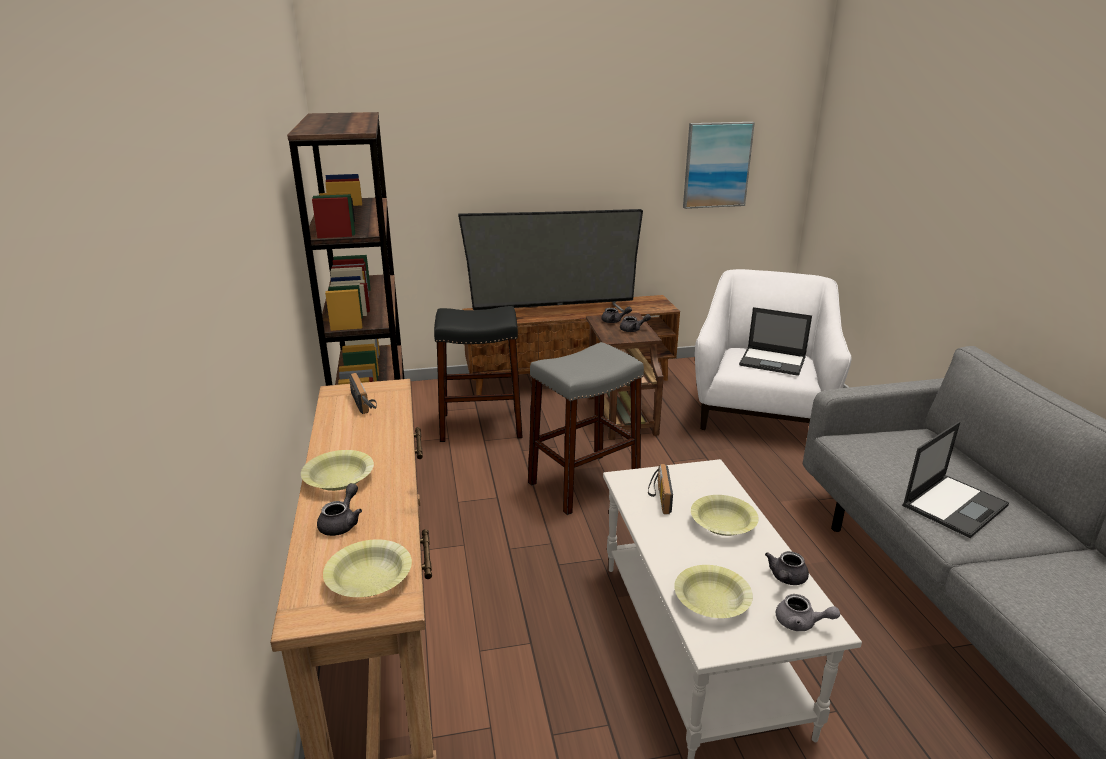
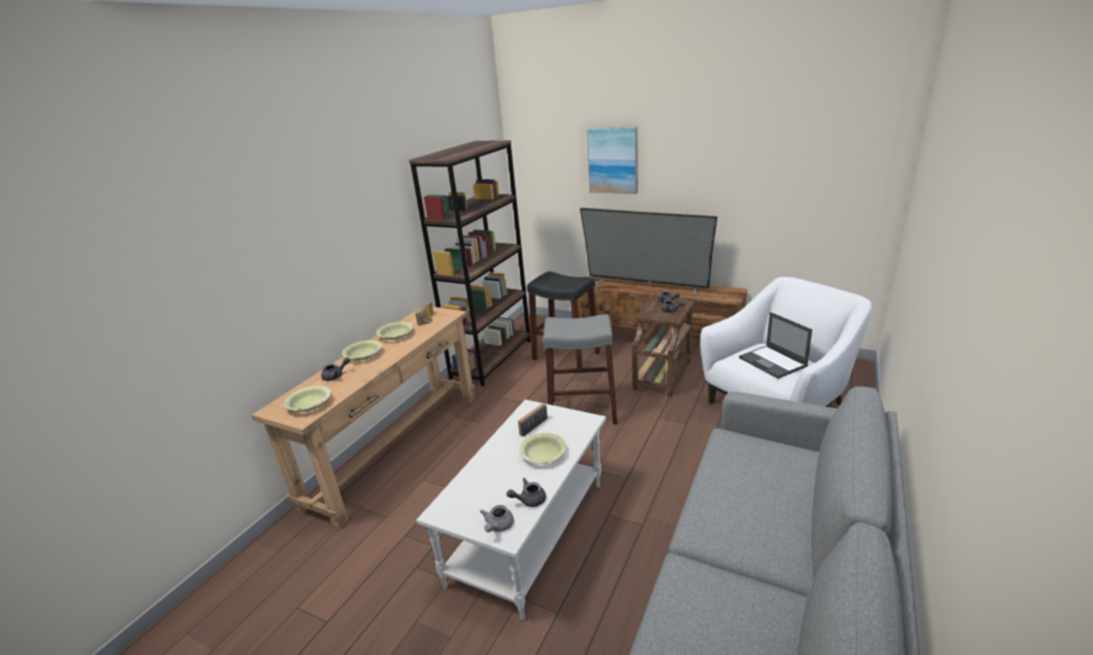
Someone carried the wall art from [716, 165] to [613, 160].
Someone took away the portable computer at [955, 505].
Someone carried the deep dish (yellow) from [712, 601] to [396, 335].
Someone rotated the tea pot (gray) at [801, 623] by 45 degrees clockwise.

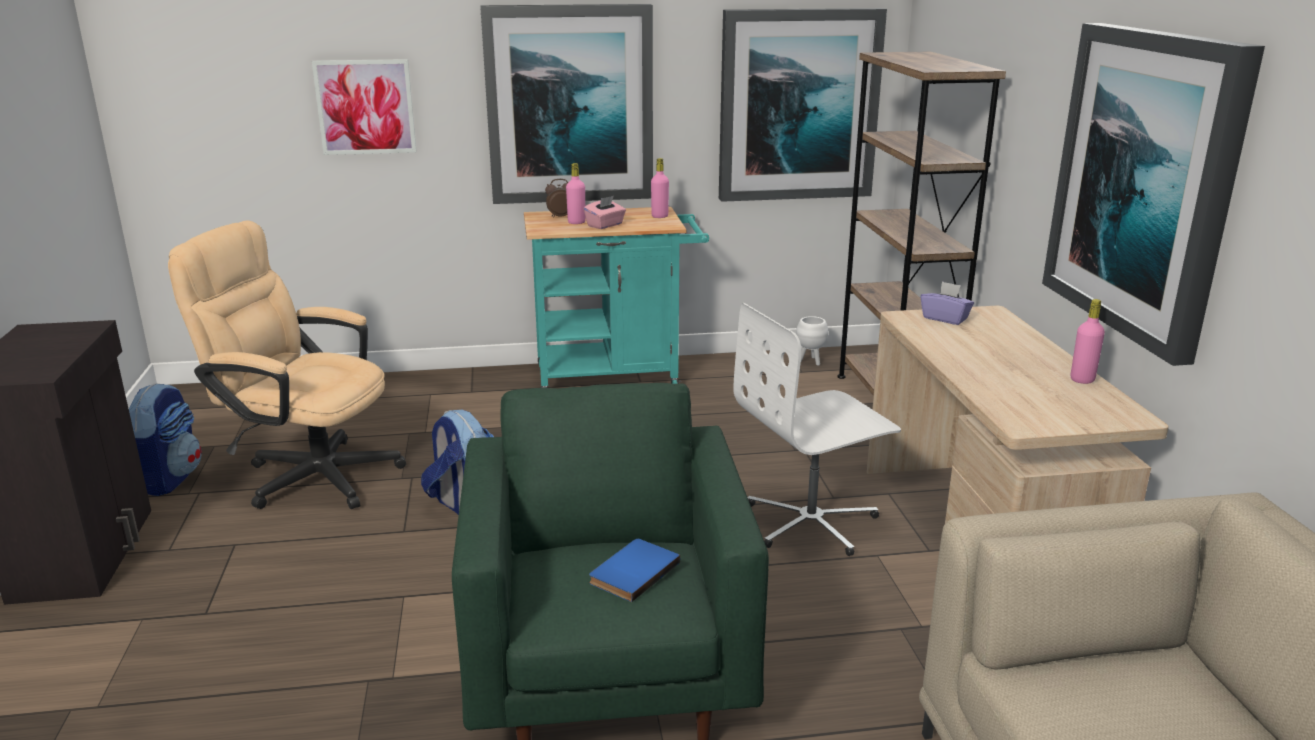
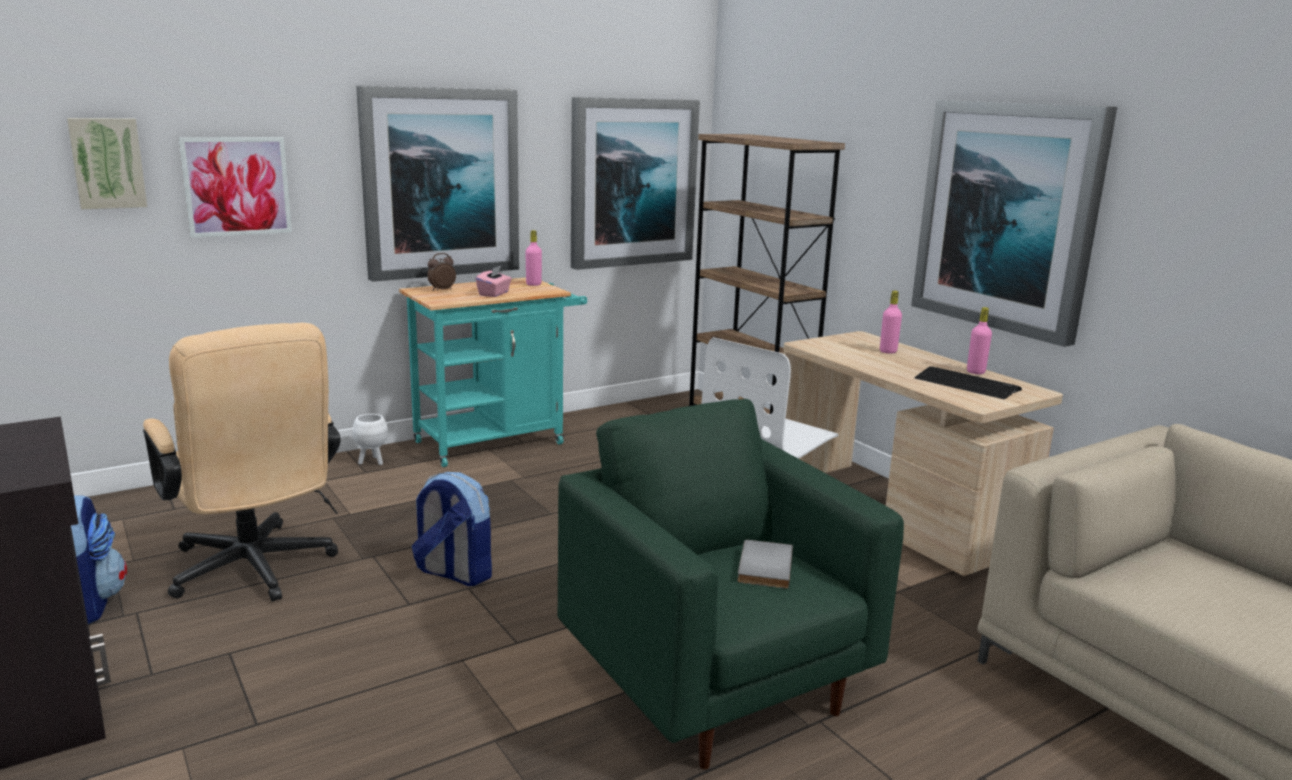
Someone carried the bottle (pinkish) from [576, 222] to [888, 351].
Someone rotated the office chair (beige) at [309, 474] by 120 degrees counterclockwise.
Someone took away the tissue holder (purple-coloured) at [945, 318].
Someone carried the flower pot (whitish) from [810, 361] to [372, 462].
Someone repainted the volume (blue) at [632, 572], which became the volume (gray) at [762, 566].
Someone put up the wall art at [107, 163].
Someone put down the computer keyboard at [966, 384].

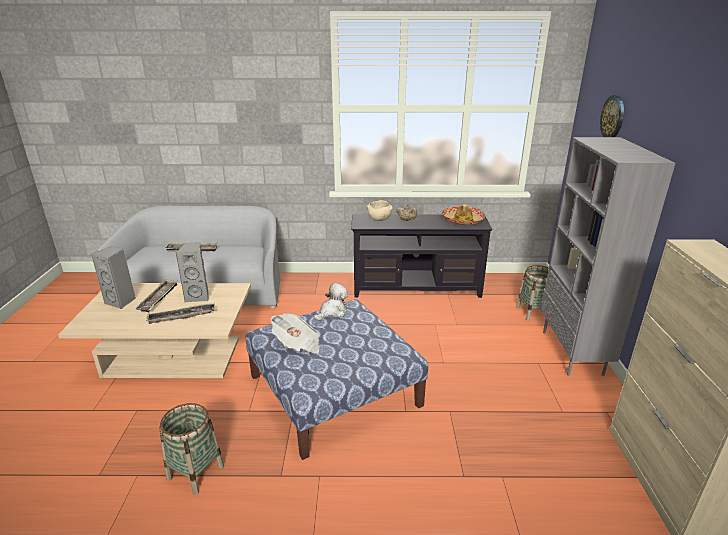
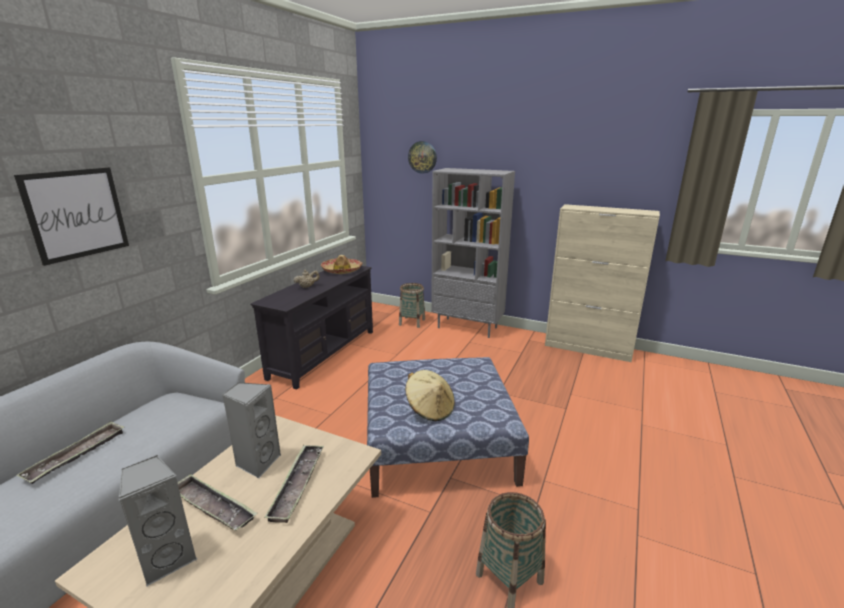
Someone took away the deep dish (beige) at [379, 219].
Someone took away the cuddly toy at [332, 312].
Someone swapped the newspaper at [297, 344] for the clothing hat (beige) at [430, 409].
Someone put up the wall art at [77, 214].

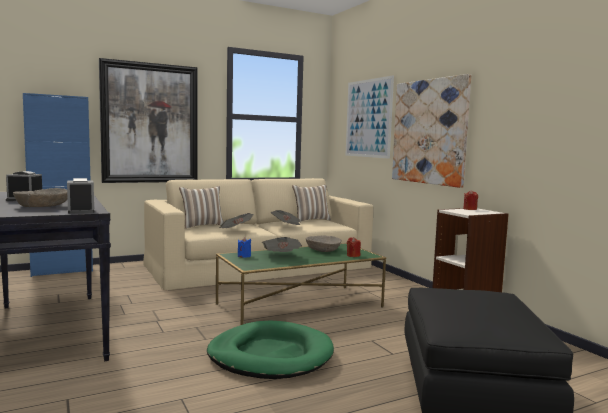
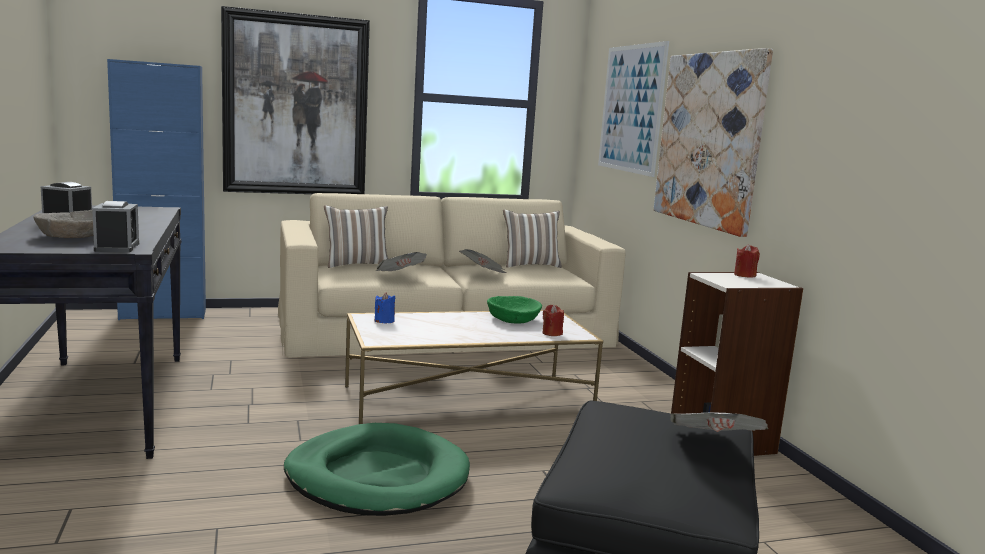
Someone repainted the deep dish (beige) at [323, 249], which became the deep dish (green-coloured) at [513, 318].
Someone carried the newspaper from [282, 256] to [713, 447].
Someone repainted the coffee table (green-coloured) at [300, 305], which became the coffee table (whitish) at [467, 401].

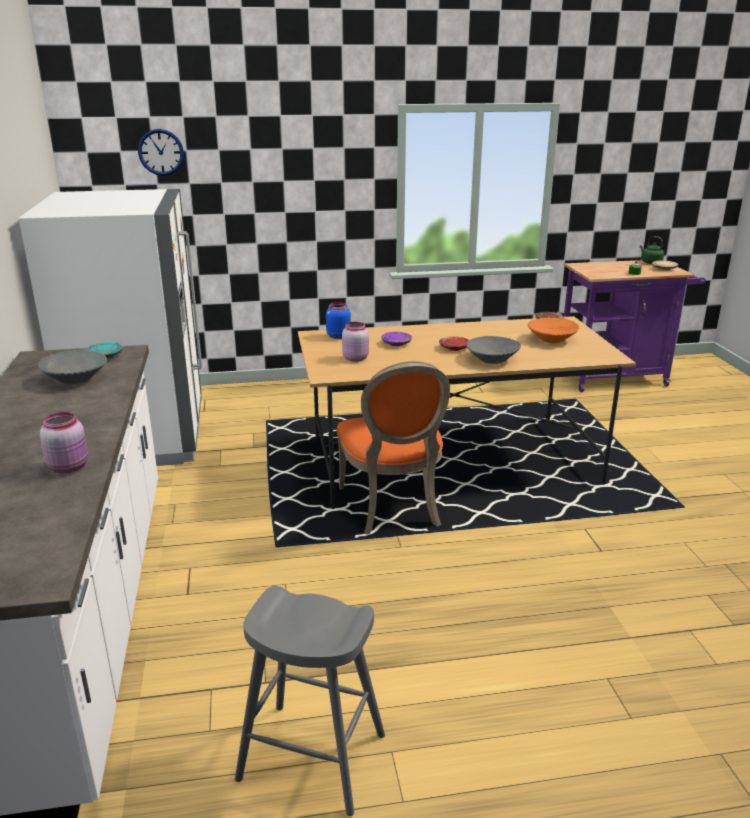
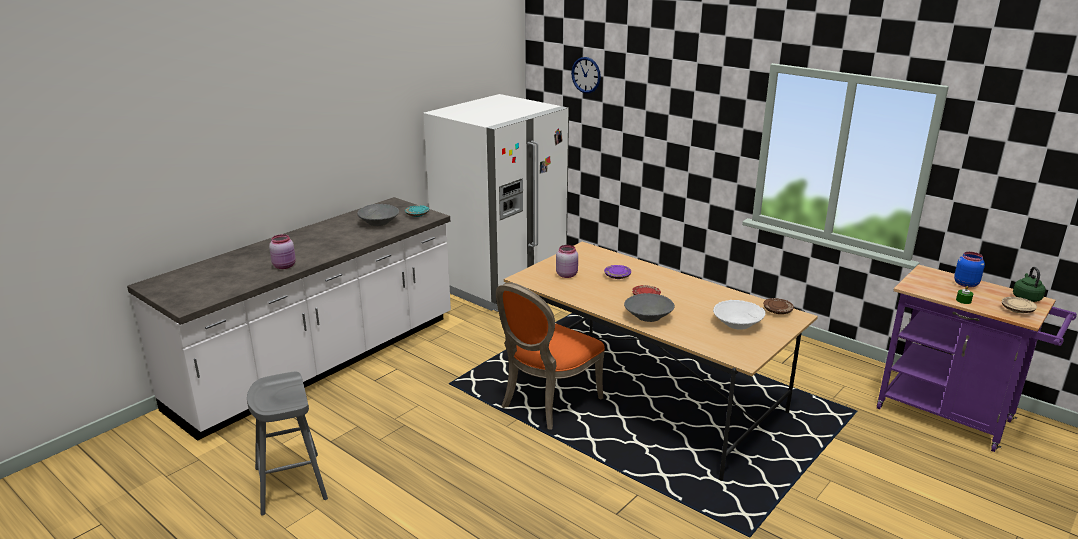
Someone carried the storage jar (blue) from [338, 336] to [965, 284].
Someone repainted the deep dish (orange-coloured) at [552, 339], which became the deep dish (whitish) at [737, 324].

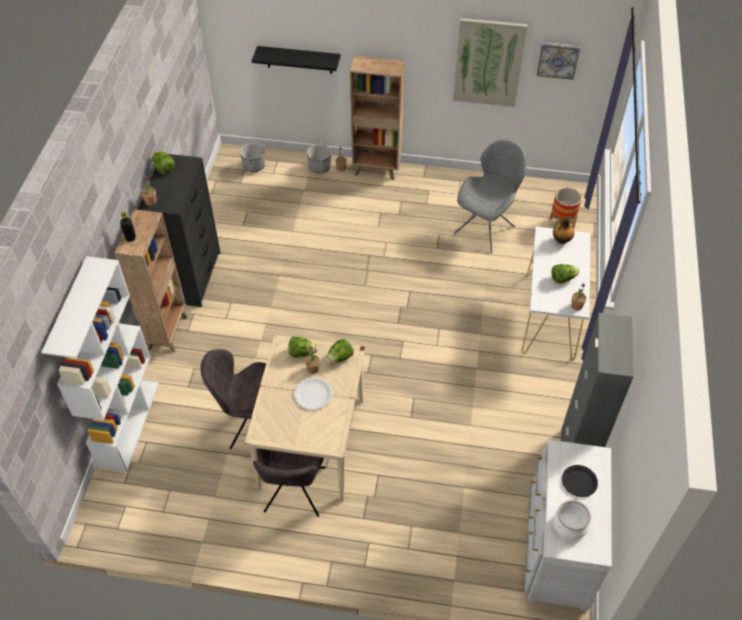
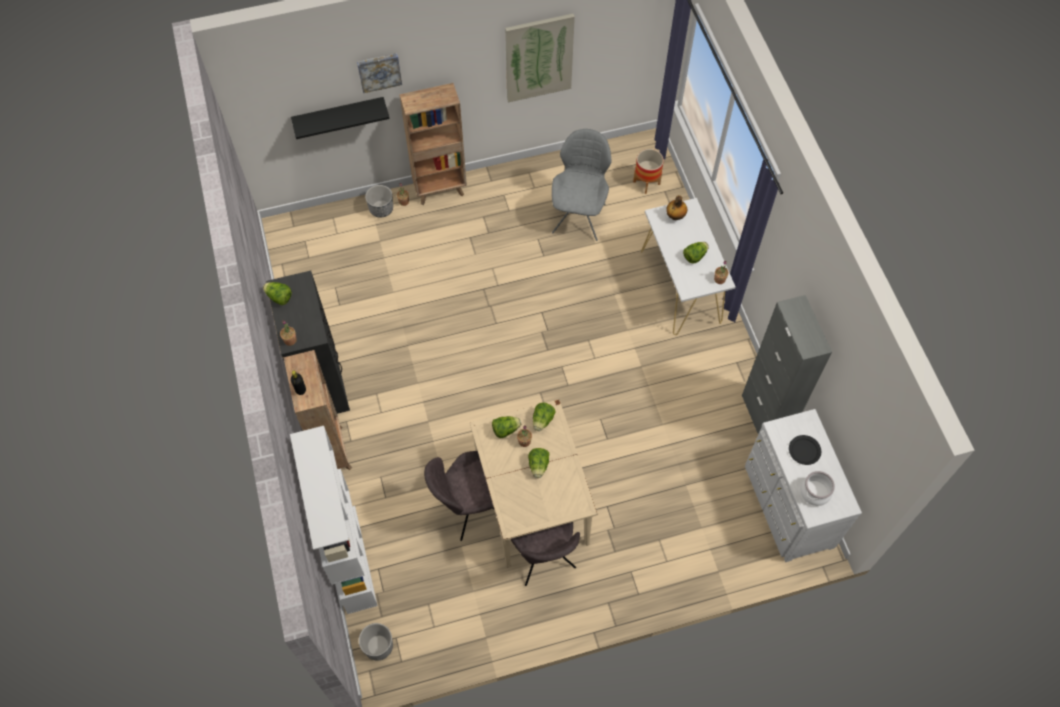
Someone carried the wall art from [558, 59] to [379, 71].
Someone carried the flower pot from [254, 166] to [378, 646].
Someone swapped the dinner plate (whitish) at [313, 394] for the lettuce at [538, 466].

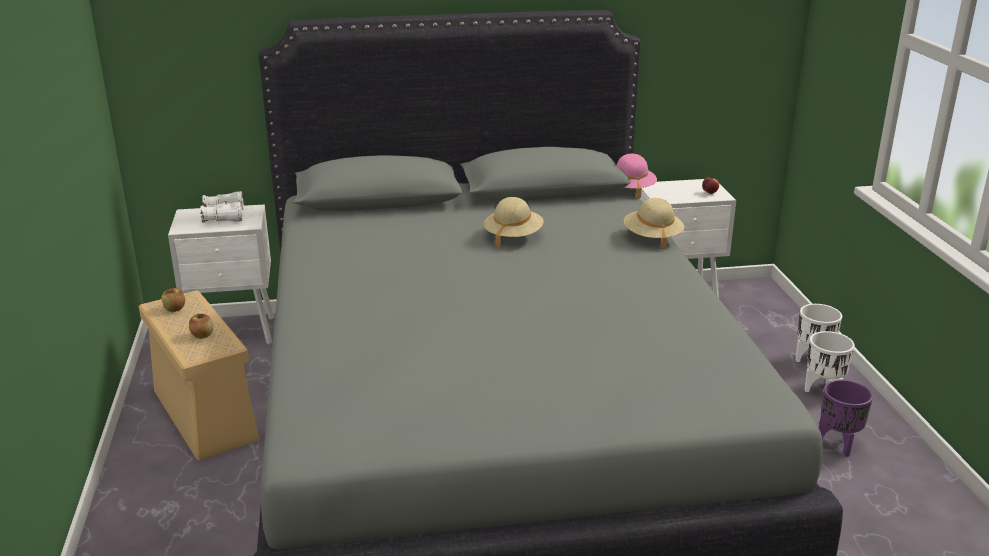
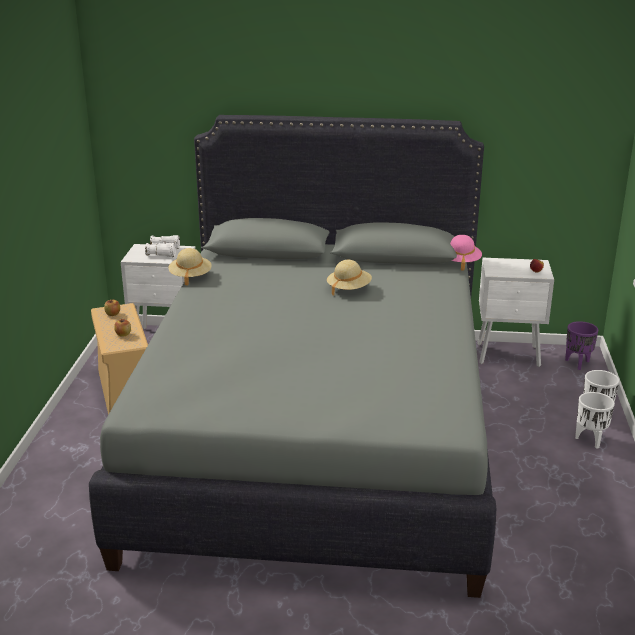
Someone carried the clothing hat (beige) from [652, 237] to [190, 276].
Someone carried the flower pot (purple-coloured) from [838, 445] to [577, 363].

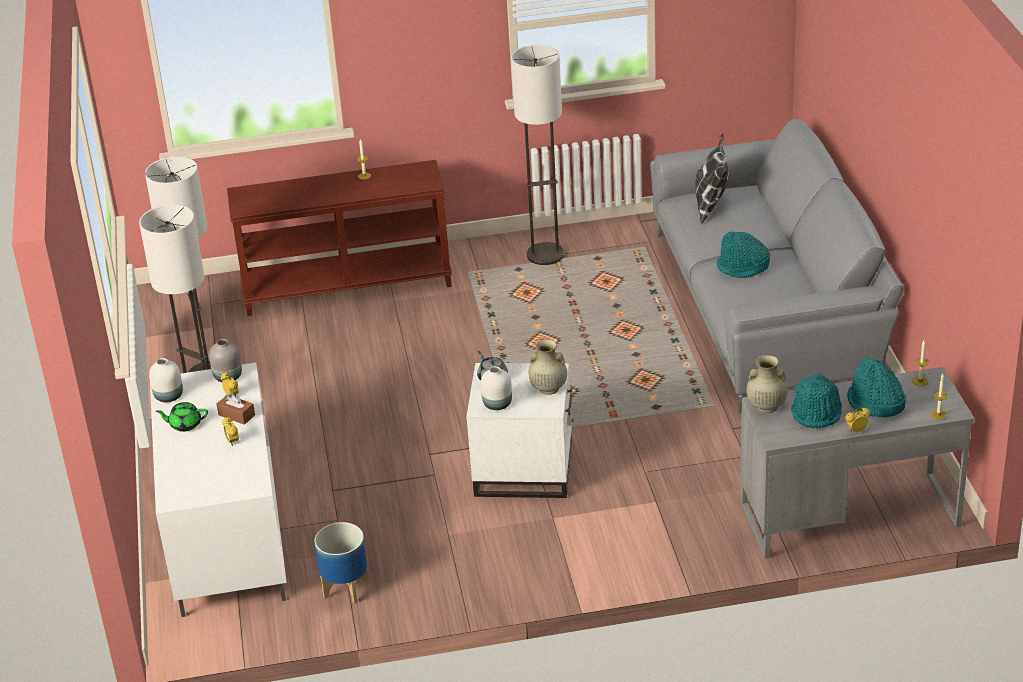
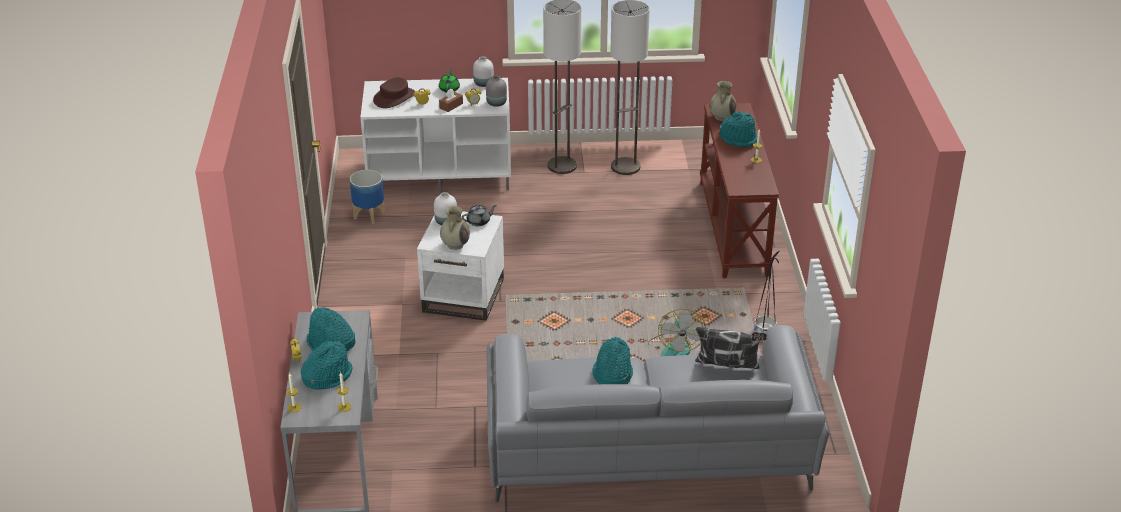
Someone swapped the standard lamp at [545, 255] for the flower pot (blackish) at [765, 332].
Someone carried the flower vase (beige) from [766, 406] to [722, 117].
Someone put down the clothing hat (brown-coloured) at [394, 98].
Someone put down the clothing hat (turquoise) at [738, 139].
Someone put down the electric fan at [674, 348].

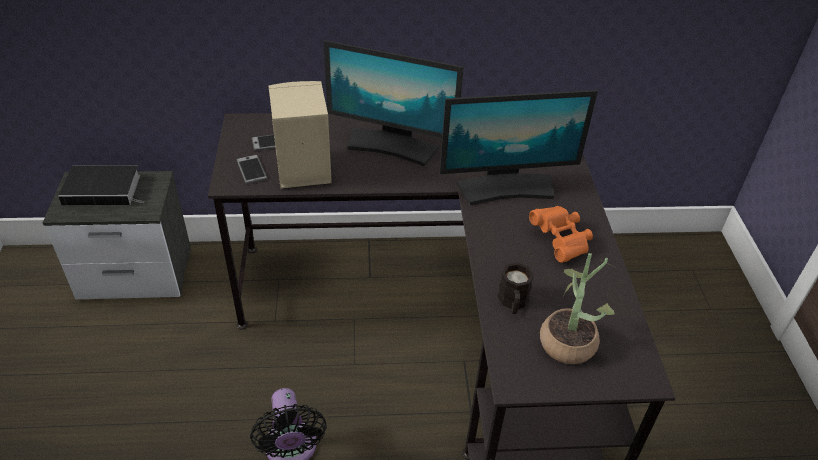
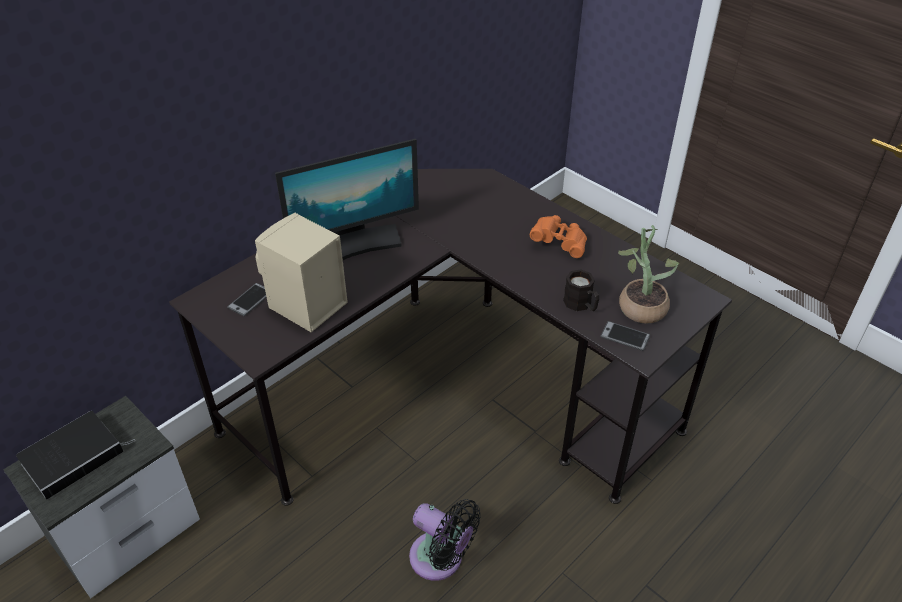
Someone took away the computer screen at [506, 188].
Someone carried the telephone from [251, 170] to [625, 336].

